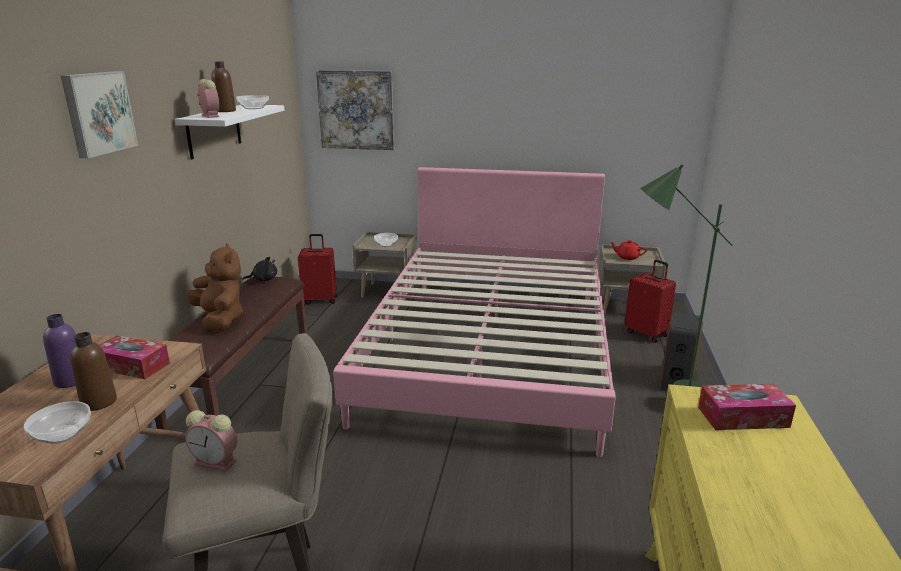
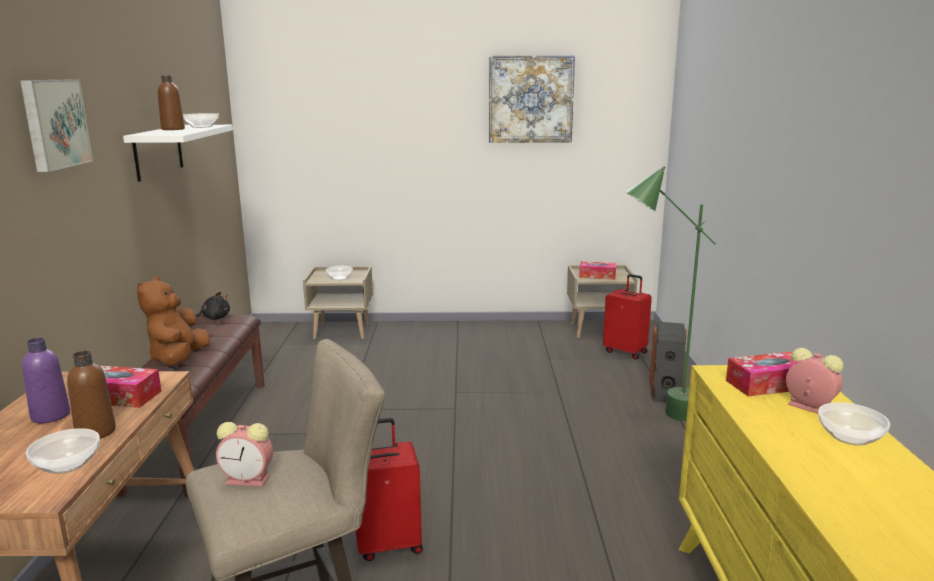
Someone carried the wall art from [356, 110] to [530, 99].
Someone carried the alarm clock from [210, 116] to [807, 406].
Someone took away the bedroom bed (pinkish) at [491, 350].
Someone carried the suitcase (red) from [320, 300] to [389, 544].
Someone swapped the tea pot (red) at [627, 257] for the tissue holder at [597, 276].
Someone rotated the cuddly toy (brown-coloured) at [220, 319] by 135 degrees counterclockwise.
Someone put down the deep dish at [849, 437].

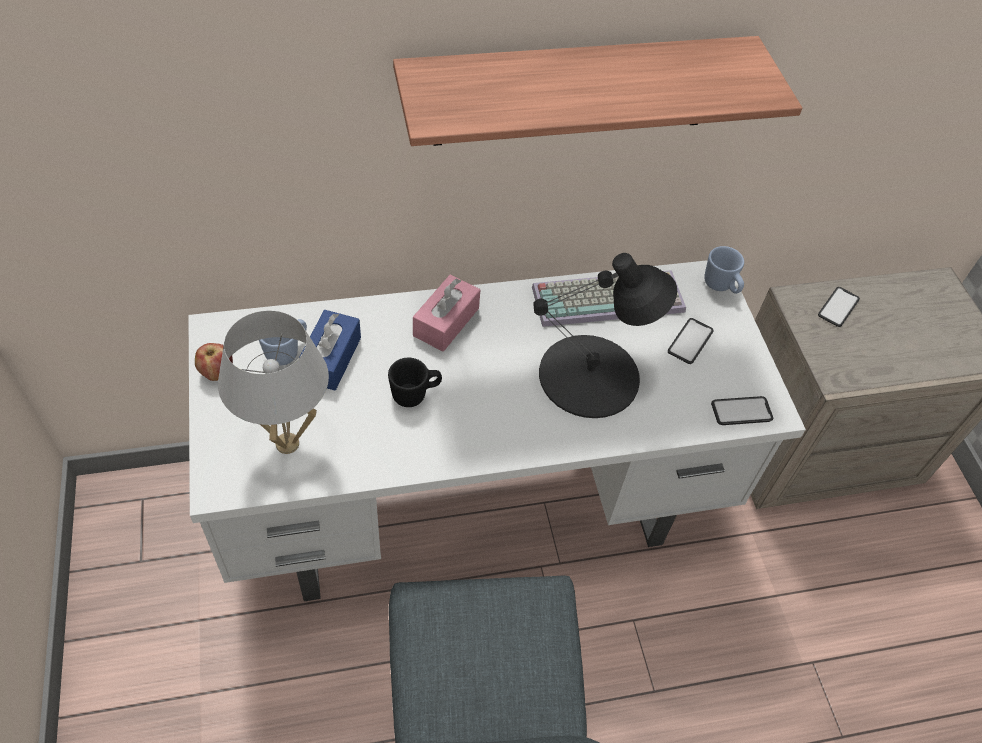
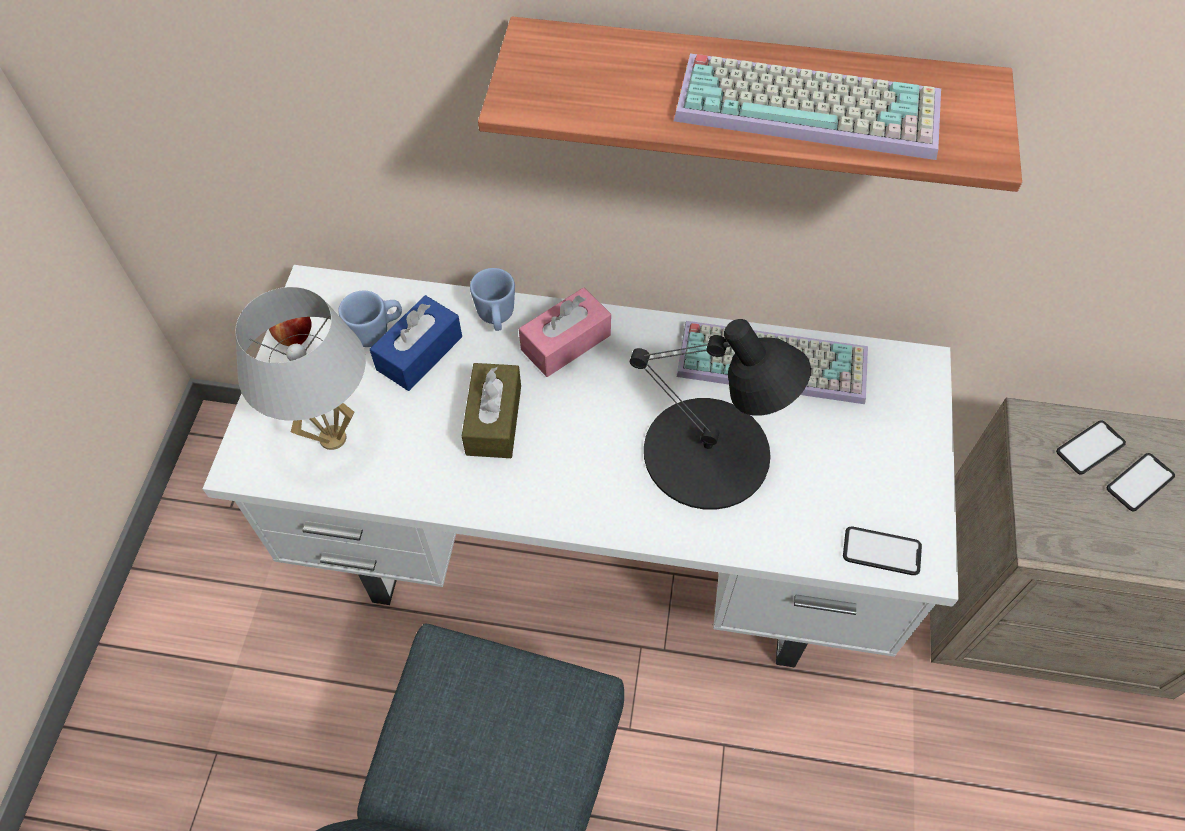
Someone carried the tea mug (blue) from [721, 286] to [496, 318].
Someone carried the telephone from [690, 341] to [1139, 482].
Someone swapped the tea mug (blackish) at [415, 394] for the tissue holder (brown-coloured) at [494, 420].
Someone put down the computer keyboard at [811, 106].

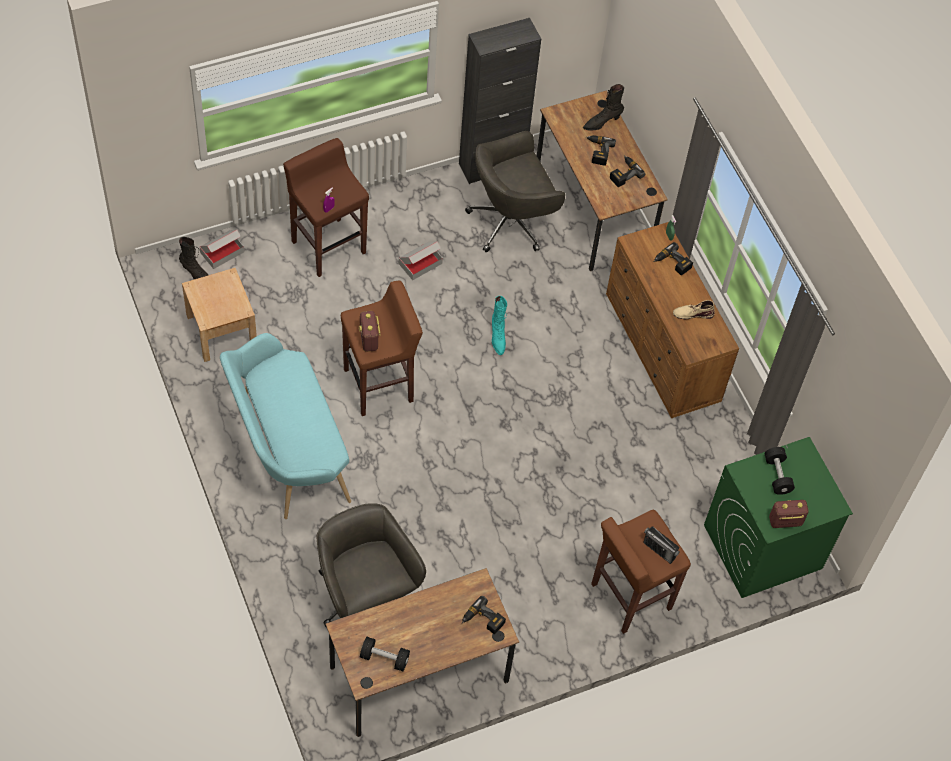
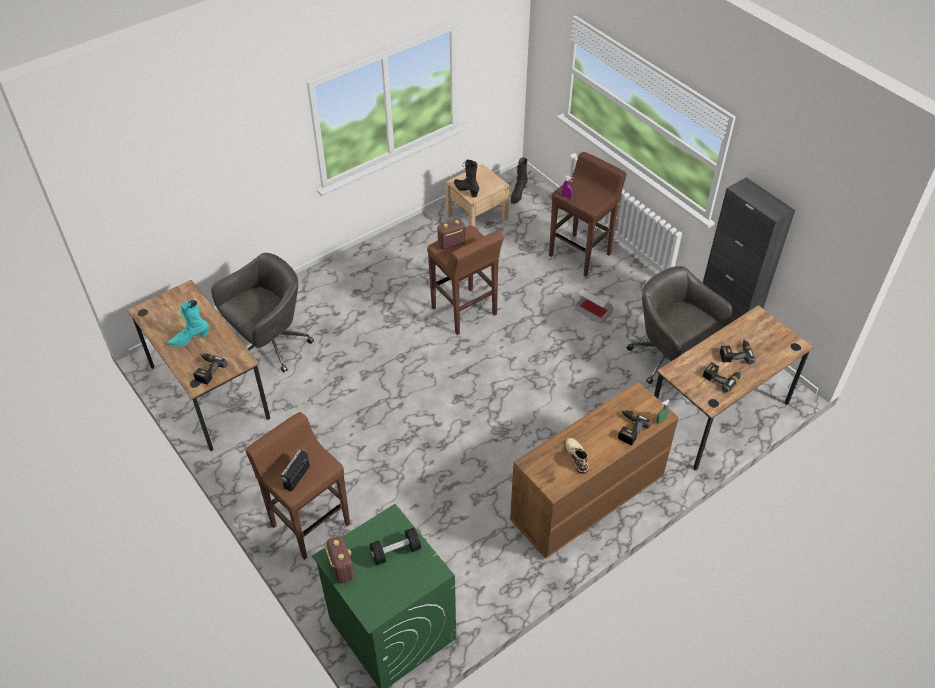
Someone carried the high-top boot (blackish) from [602, 122] to [466, 190].
Someone took away the carton at [222, 252].
Someone carried the high-top boot (turquoise) from [498, 337] to [189, 339].
Someone took away the bench (turquoise) at [286, 452].
Someone took away the free weight (blackish) at [384, 658].

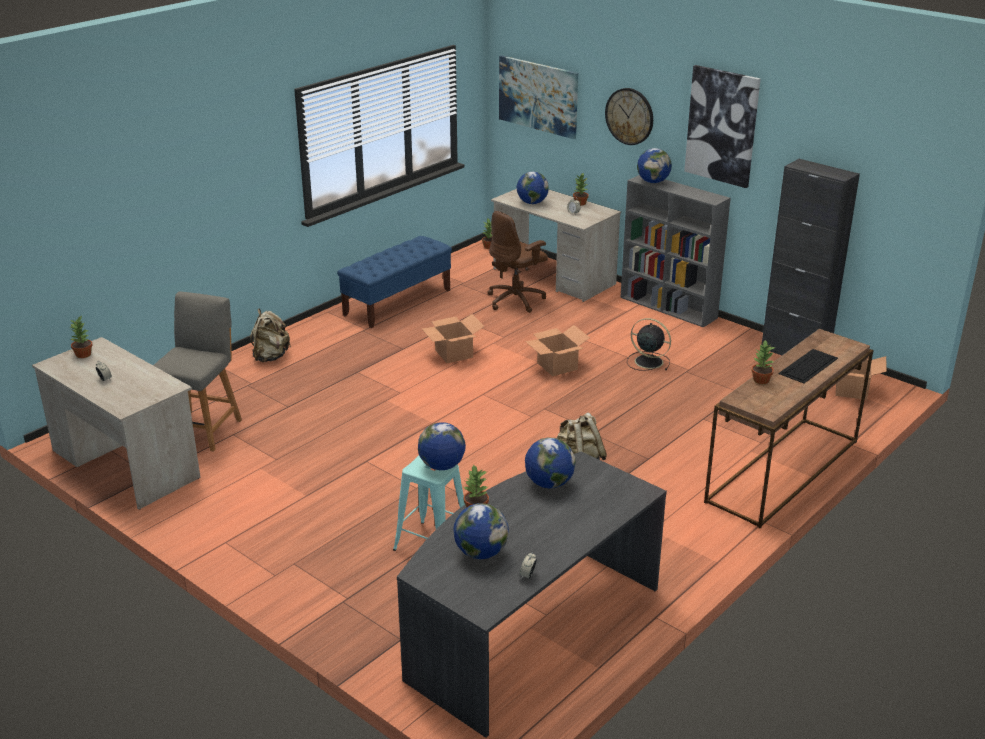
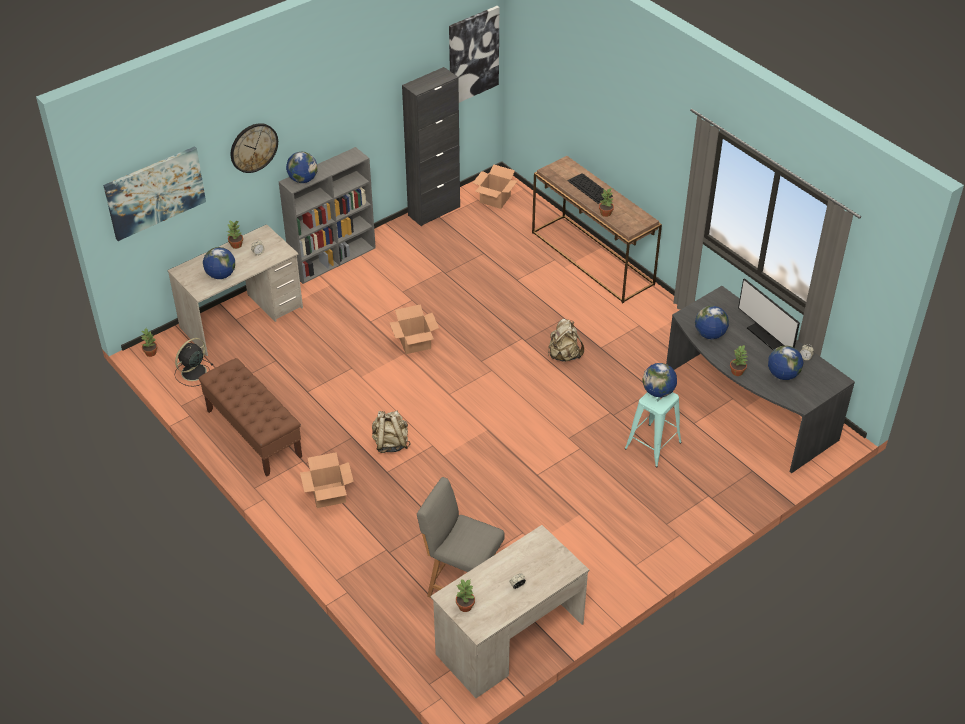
Someone carried the wall art from [722, 126] to [473, 55].
Someone took away the office chair (brown-coloured) at [516, 300].
Someone repainted the bench (blue) at [397, 302], which became the bench (brown-coloured) at [253, 433].
Someone carried the rucksack (beige) from [270, 357] to [390, 443].
Someone carried the carton from [454, 354] to [329, 494].
Someone carried the electric fan (blackish) from [647, 361] to [193, 373].
Someone put down the computer screen at [766, 336].

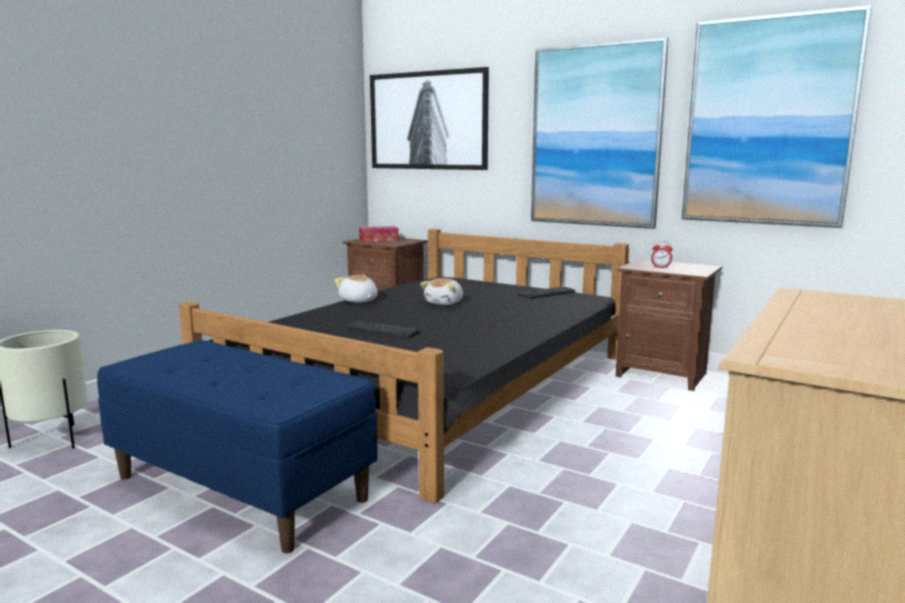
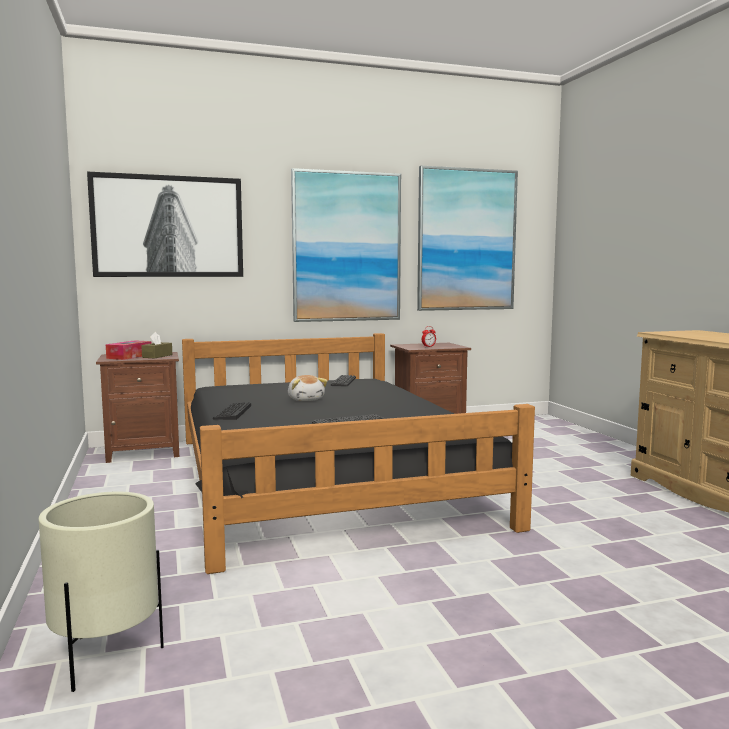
Someone swapped the cuddly toy at [358, 301] for the computer keyboard at [232, 412].
Someone took away the bench (blue) at [242, 487].
Someone put down the tissue holder (brown-coloured) at [157, 356].

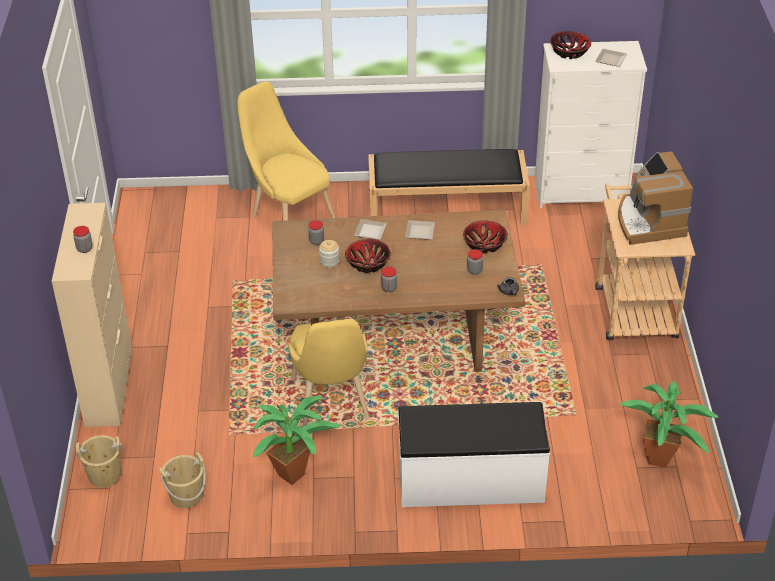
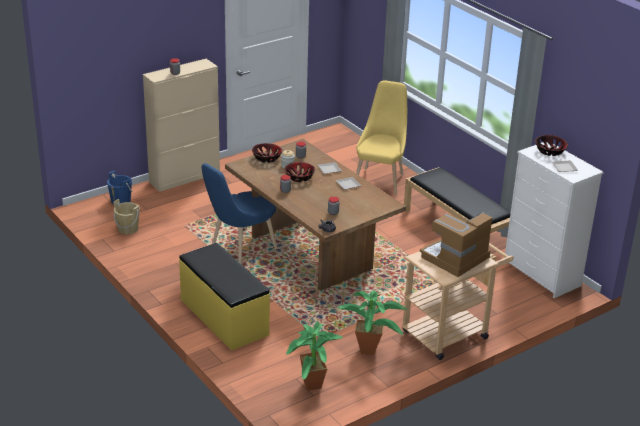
Someone carried the deep dish from [484, 244] to [267, 158].
Someone repainted the upright chair (yellow) at [332, 403], which became the upright chair (blue) at [240, 248].
Someone carried the plant in a pot from [297, 474] to [371, 351].
Someone repainted the bench (whitish) at [470, 481], which became the bench (yellow) at [223, 317].
Someone repainted the water bucket (beige) at [104, 475], which became the water bucket (blue) at [120, 200].

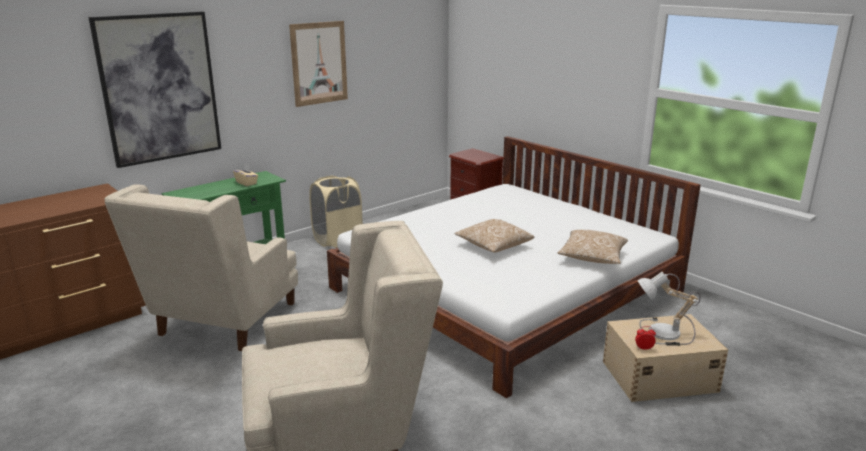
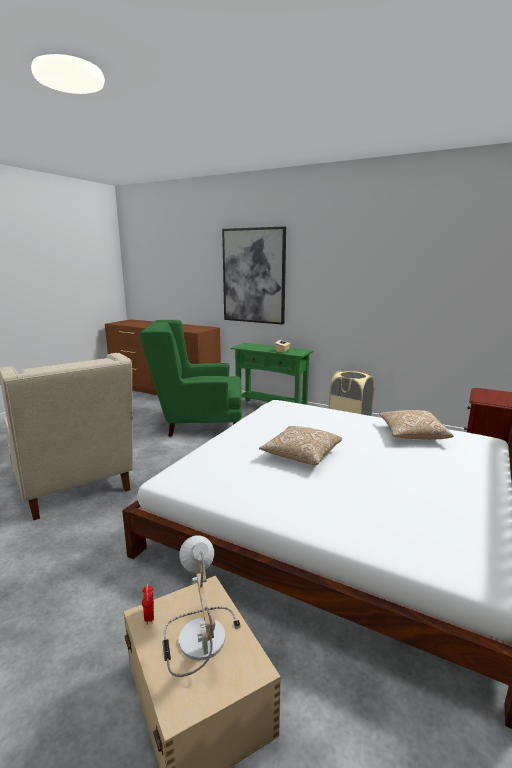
Someone took away the wall art at [319, 63].
Someone repainted the lounge chair (beige) at [222, 324], which became the lounge chair (green-coloured) at [197, 423].
Someone carried the throw pillow from [592, 258] to [412, 435].

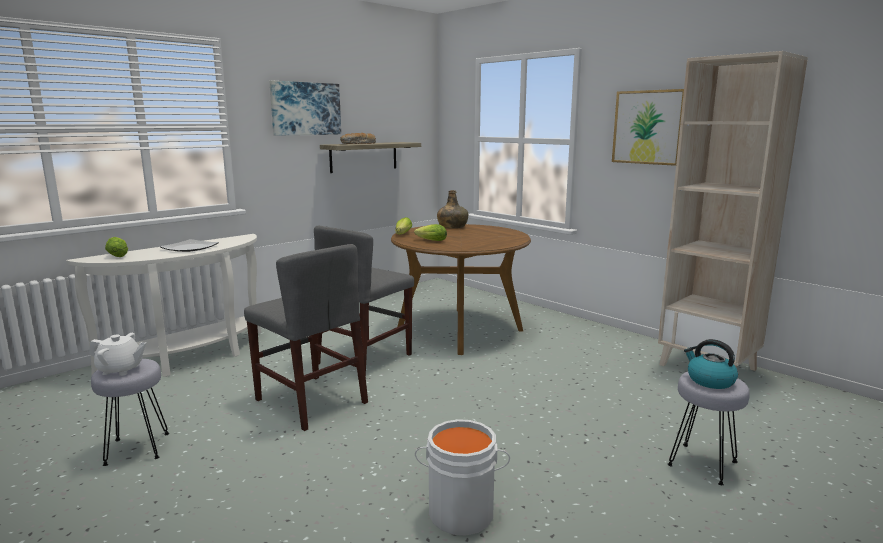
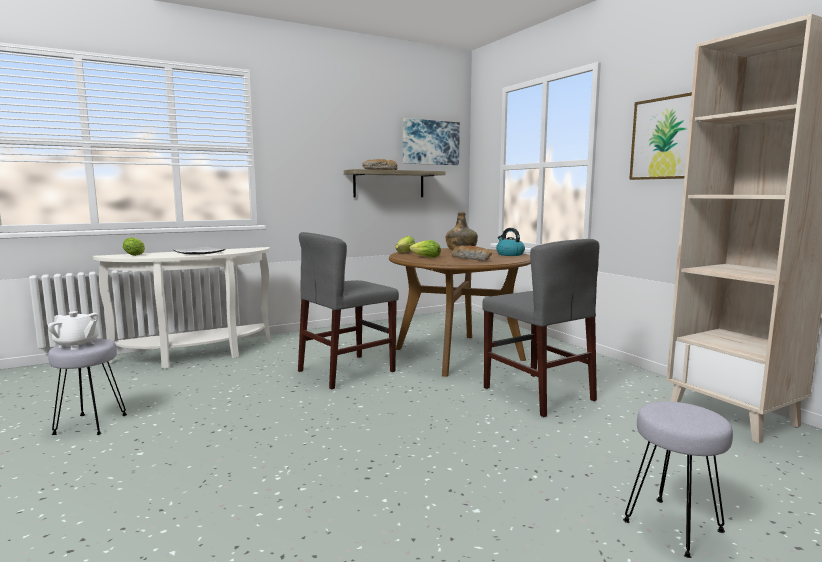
Someone carried the wall art from [305, 108] to [430, 142].
Someone carried the upright chair (gray) from [311, 401] to [537, 393].
Someone carried the water kettle from [709, 380] to [509, 254].
Someone took away the water bucket (whitish) at [461, 511].
Someone put down the bread at [471, 259].

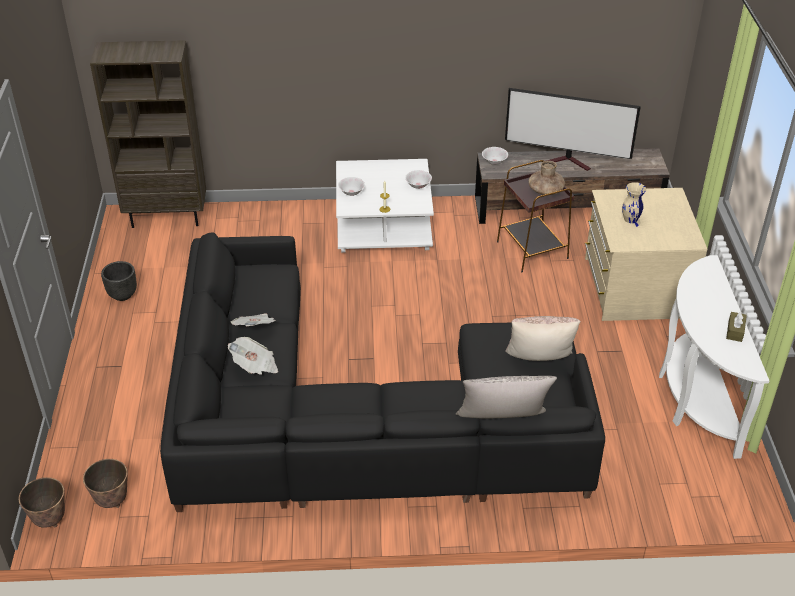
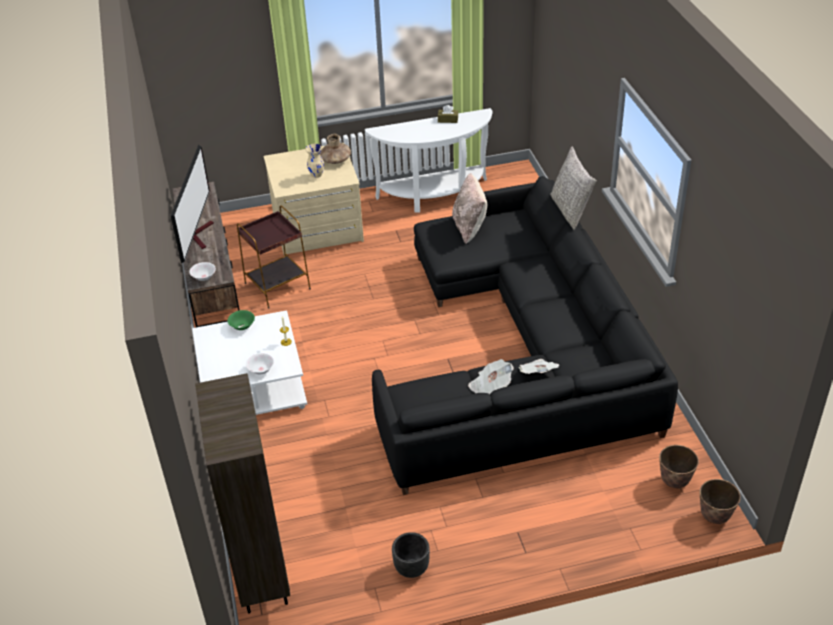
Someone carried the flower vase (brown-coloured) from [545, 190] to [336, 160].
Someone repainted the deep dish (whitish) at [418, 185], which became the deep dish (green-coloured) at [242, 326].

